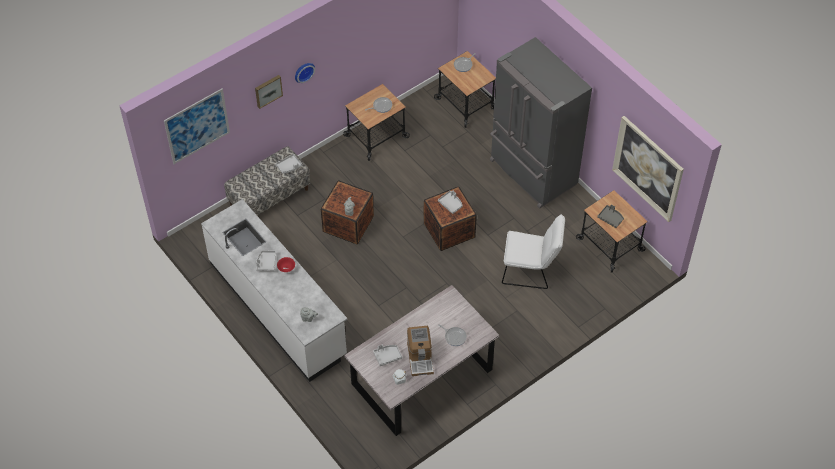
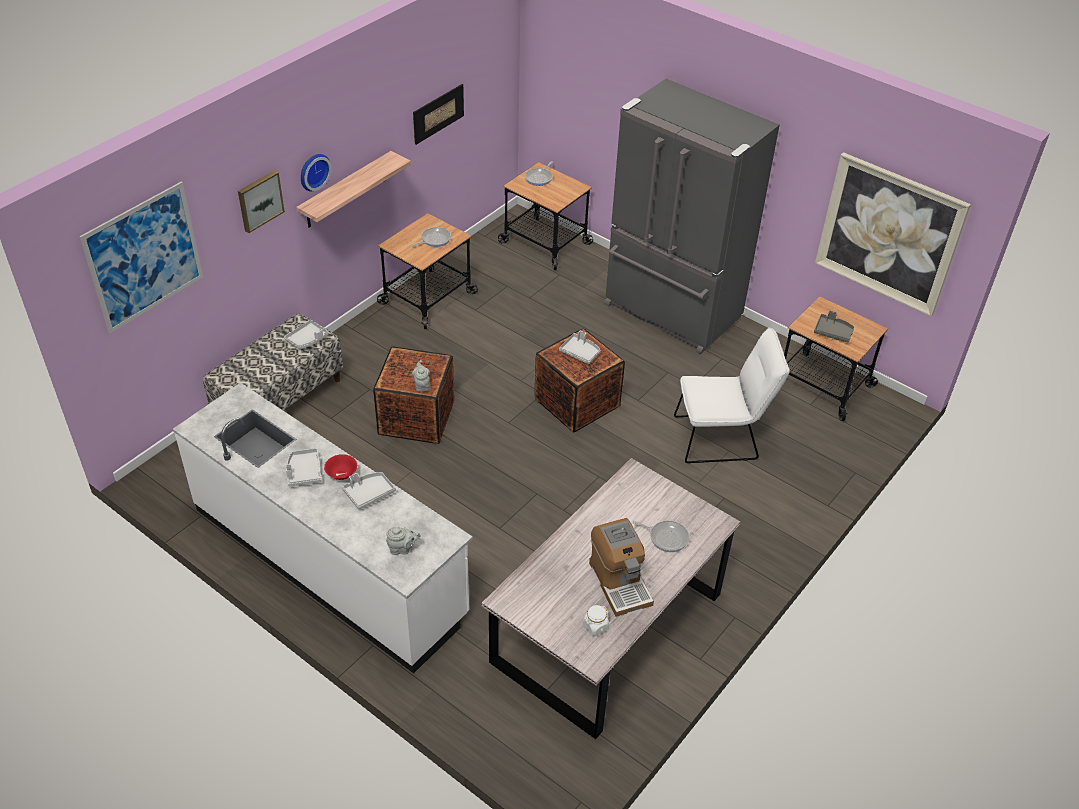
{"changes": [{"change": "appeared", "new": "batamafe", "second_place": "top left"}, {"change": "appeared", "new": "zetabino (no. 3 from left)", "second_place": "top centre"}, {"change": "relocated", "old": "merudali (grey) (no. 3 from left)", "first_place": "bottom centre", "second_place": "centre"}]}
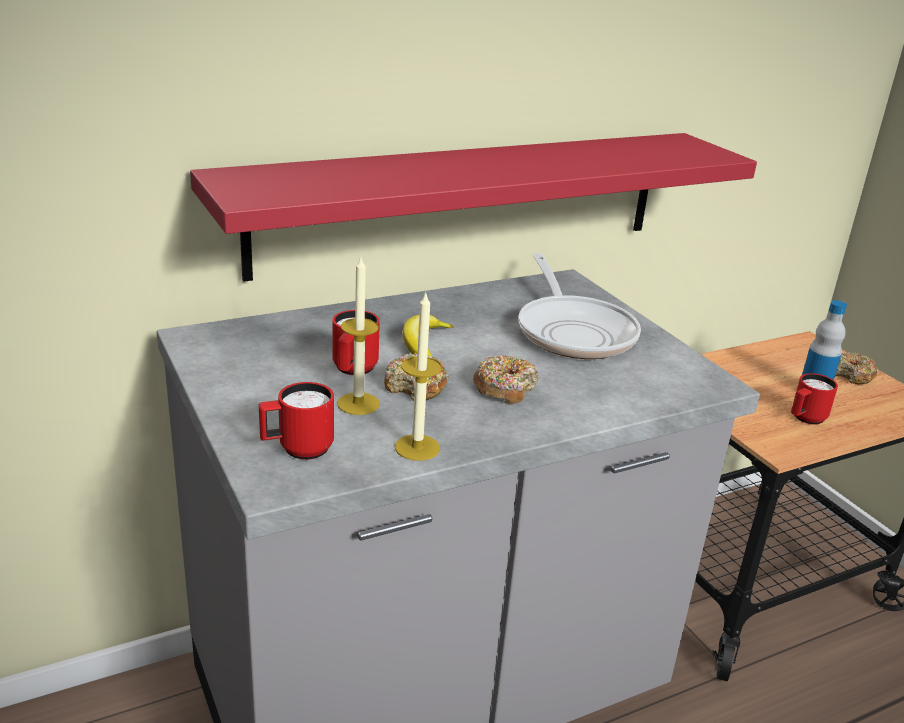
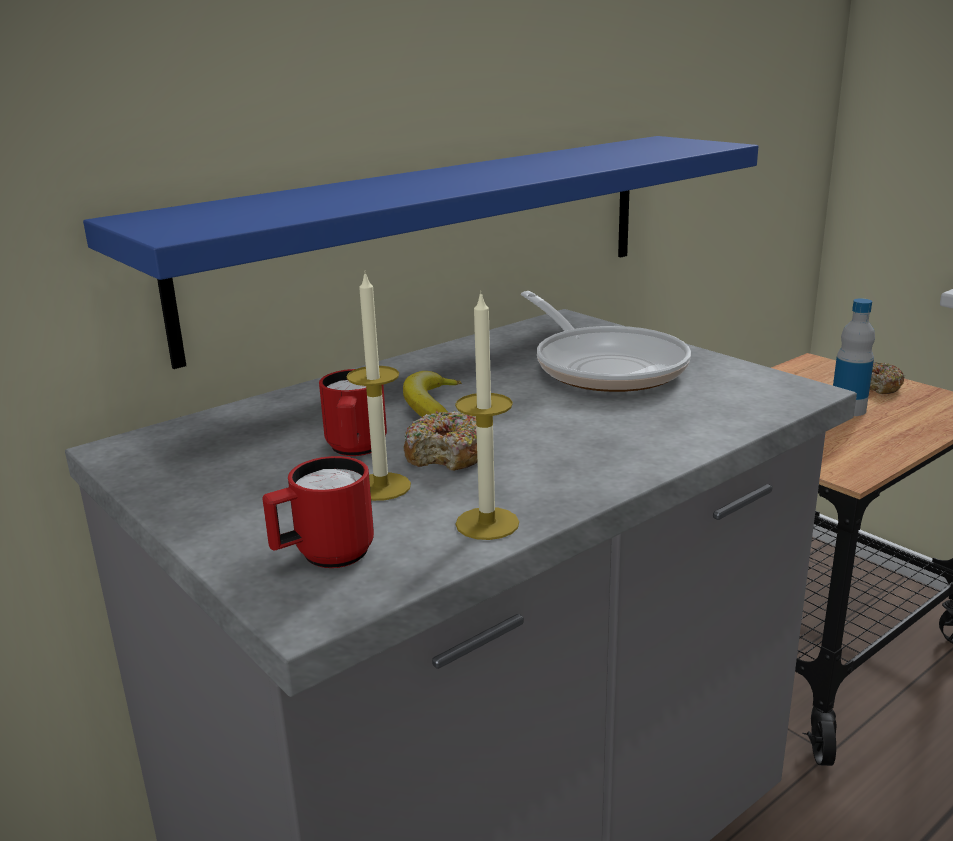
{"changes": [{"change": "missing", "old": "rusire (no. 2 from left)", "first_place": "centre"}, {"change": "missing", "old": "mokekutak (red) (no. 3 from left)", "first_place": "middle right"}, {"change": "colour", "old": "batamafe (red)", "new": "batamafe (blue)", "first_place": "top centre", "second_place": "top centre"}]}
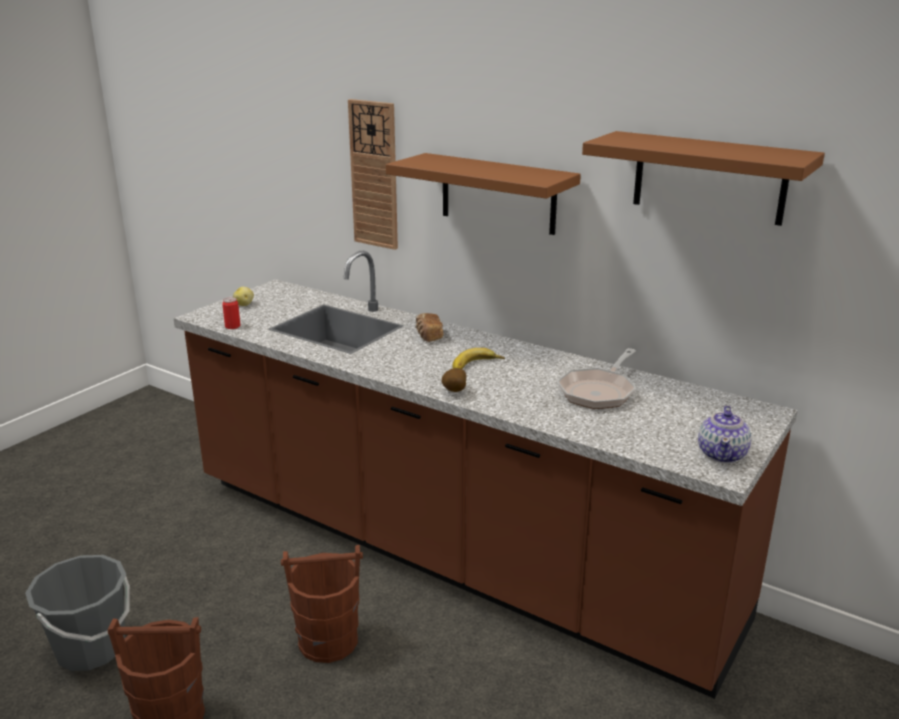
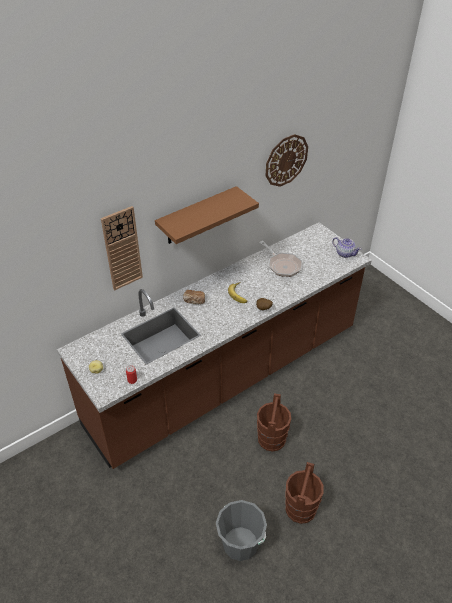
{"changes": [{"change": "exchanged", "old": "batamafe (brown) (no. 2 from left)", "new": "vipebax (no. 2 from left)", "first_place": "top right", "second_place": "top centre"}]}
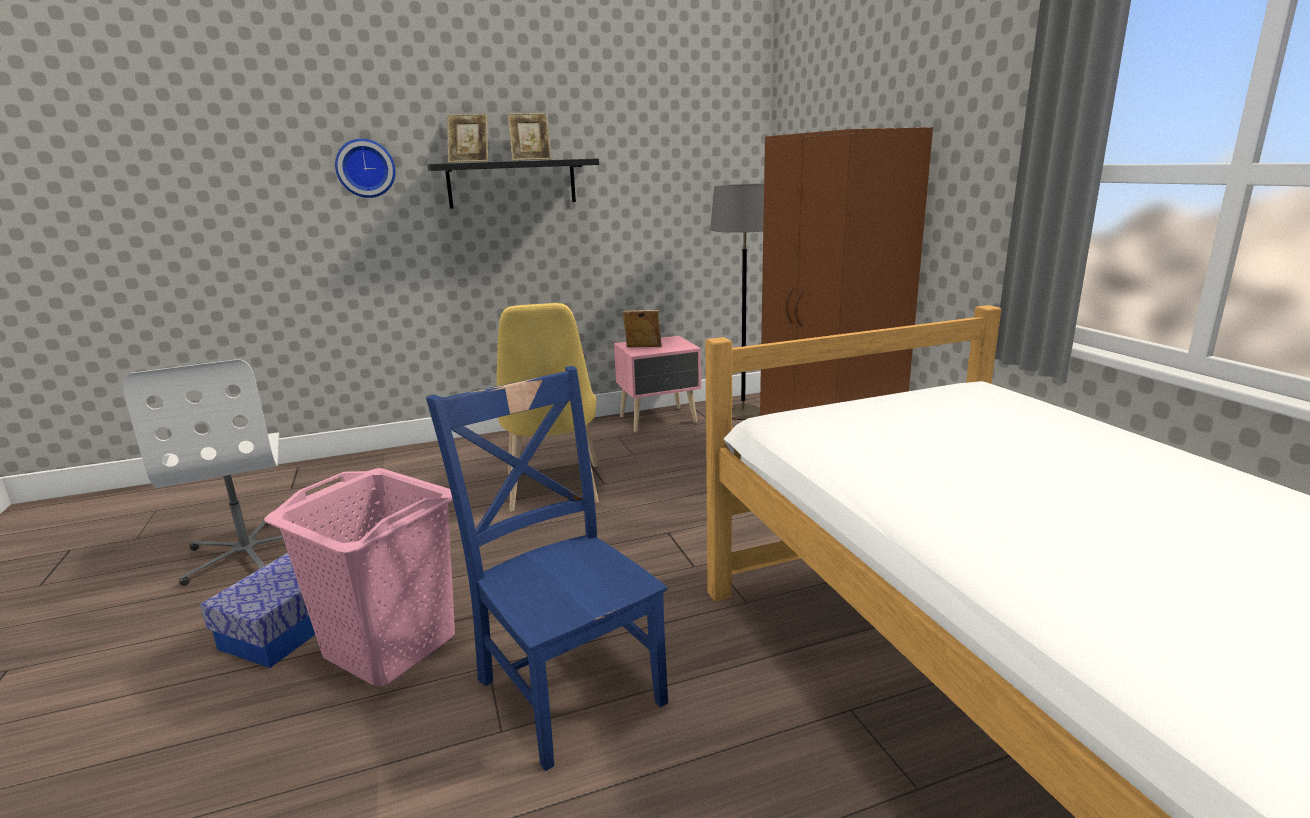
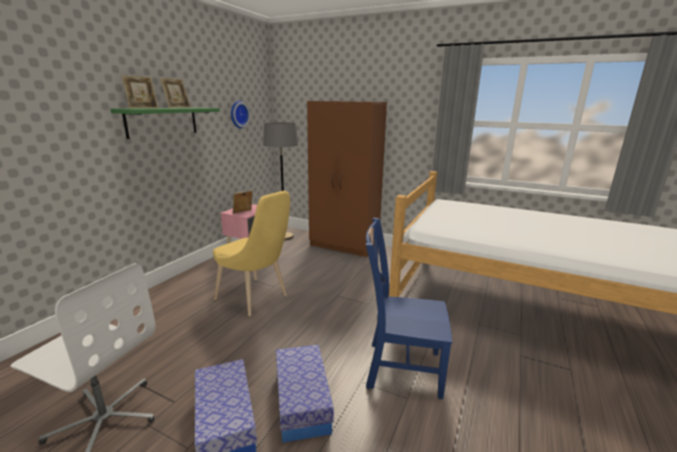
{"changes": [{"change": "relocated", "old": "vipebax", "first_place": "top left", "second_place": "top centre"}, {"change": "exchanged", "old": "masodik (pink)", "new": "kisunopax (no. 2 from left)", "first_place": "bottom left", "second_place": "bottom centre"}, {"change": "colour", "old": "batamafe (black)", "new": "batamafe (green)", "first_place": "top centre", "second_place": "top left"}]}
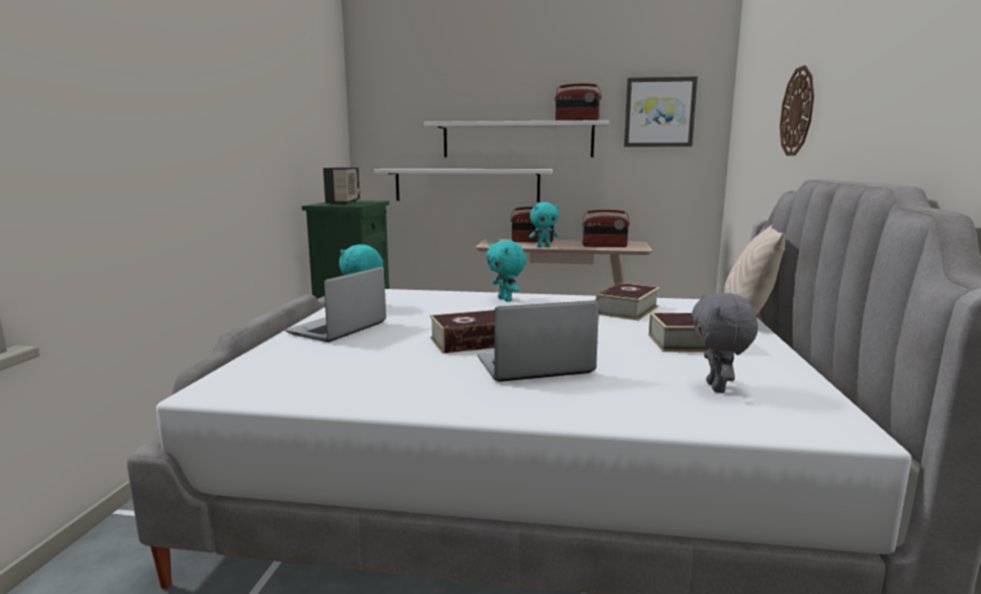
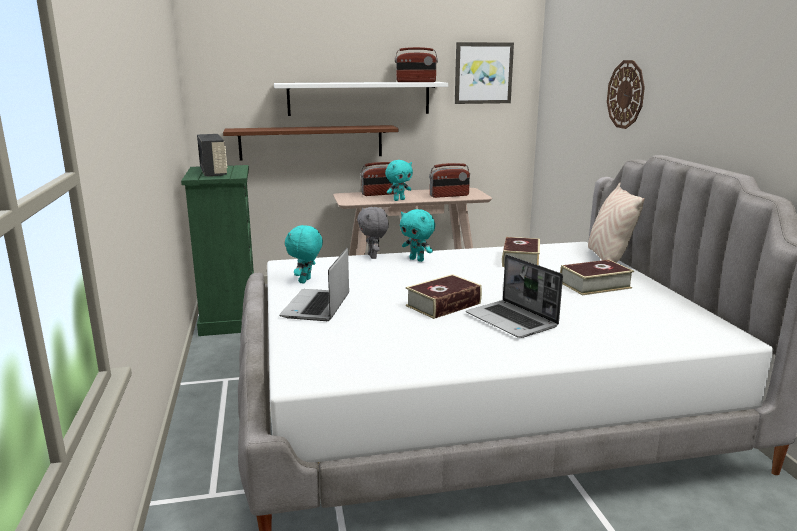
{"changes": [{"change": "relocated", "old": "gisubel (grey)", "first_place": "middle right", "second_place": "centre"}, {"change": "colour", "old": "batamafe (white) (no. 1 from left)", "new": "batamafe (brown)", "first_place": "top centre", "second_place": "top centre"}, {"change": "spun", "old": "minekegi (no. 2 from left)", "first_place": "centre", "second_place": "centre", "degrees": -90}]}
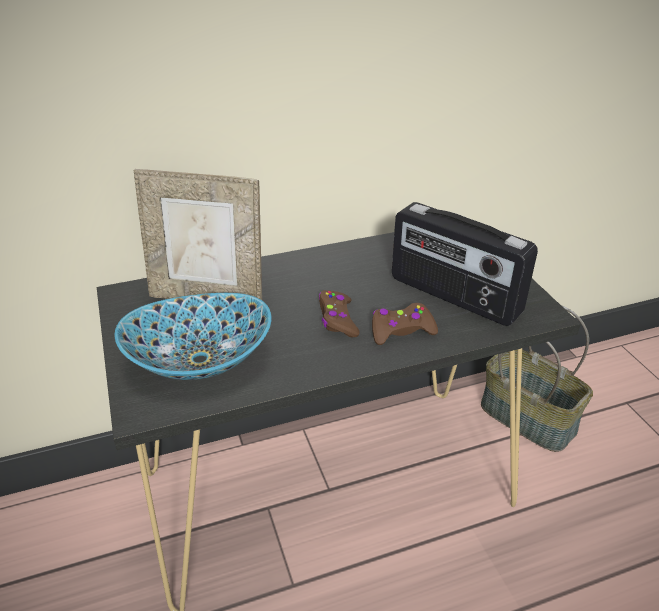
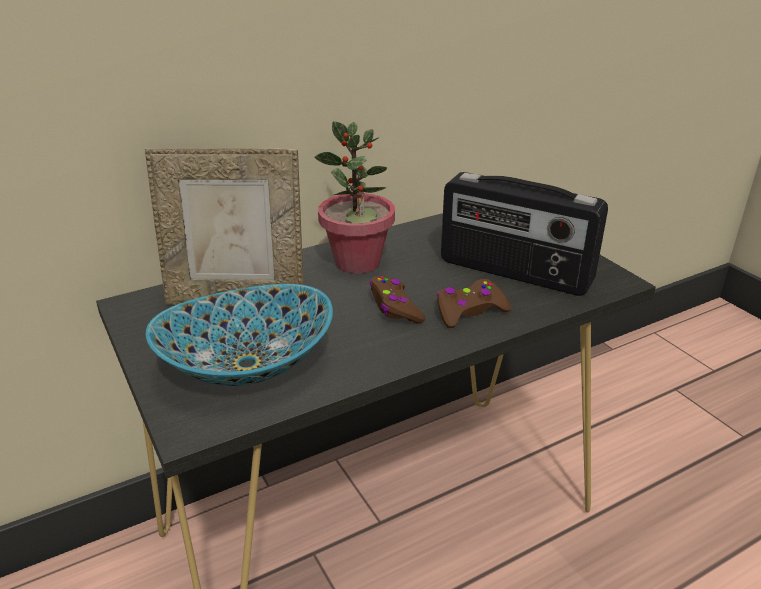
{"changes": [{"change": "missing", "old": "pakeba", "first_place": "middle right"}, {"change": "appeared", "new": "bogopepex", "second_place": "centre"}]}
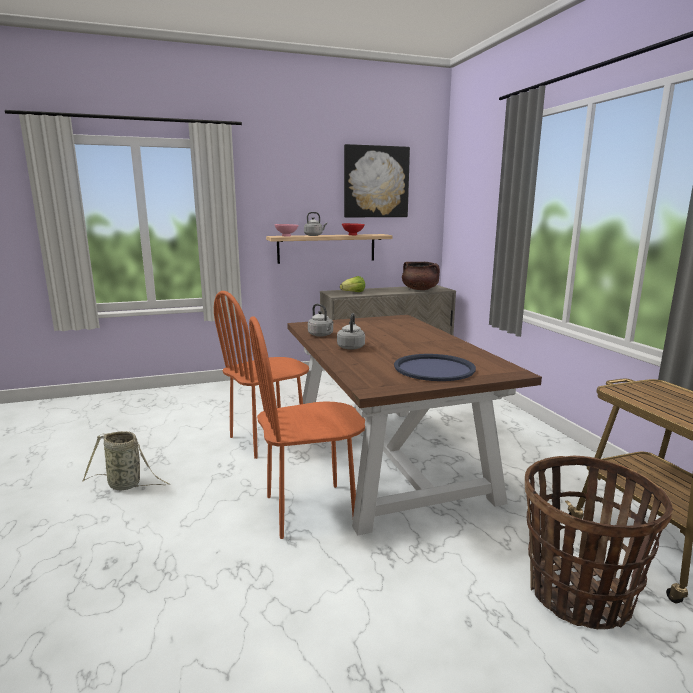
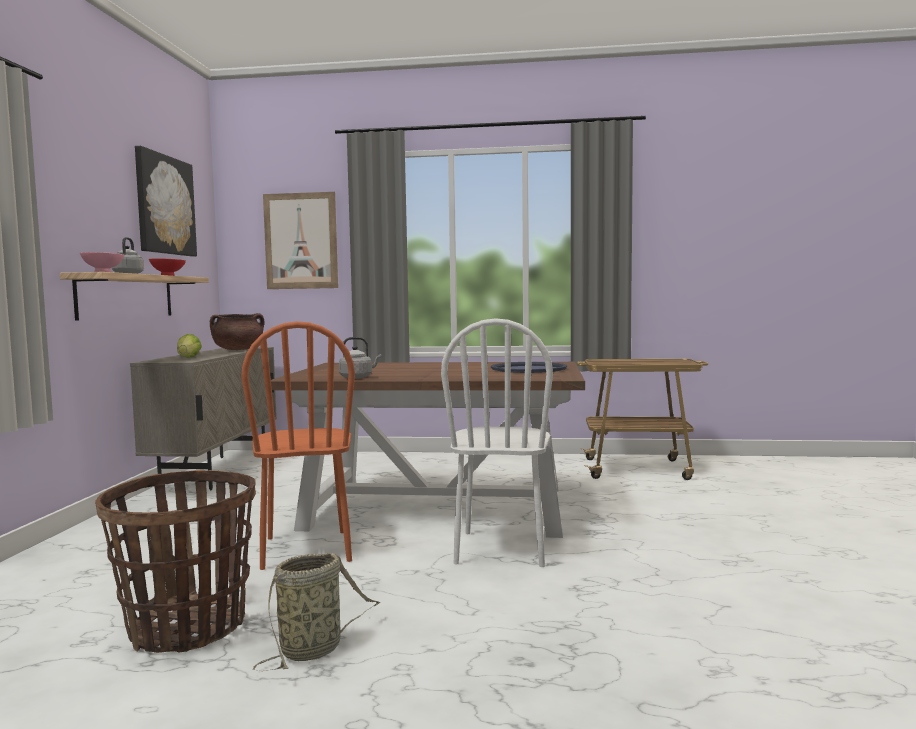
{"changes": [{"change": "missing", "old": "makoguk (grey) (no. 3 from left)", "first_place": "centre"}, {"change": "appeared", "new": "zetabino (no. 2 from left)", "second_place": "top left"}, {"change": "relocated", "old": "pakeba (no. 2 from left in the first image)", "new": "pakeba (no. 1 from left)", "first_place": "bottom right", "second_place": "bottom left"}, {"change": "colour", "old": "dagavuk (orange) (no. 2 from left)", "new": "dagavuk (white)", "first_place": "centre", "second_place": "centre"}]}
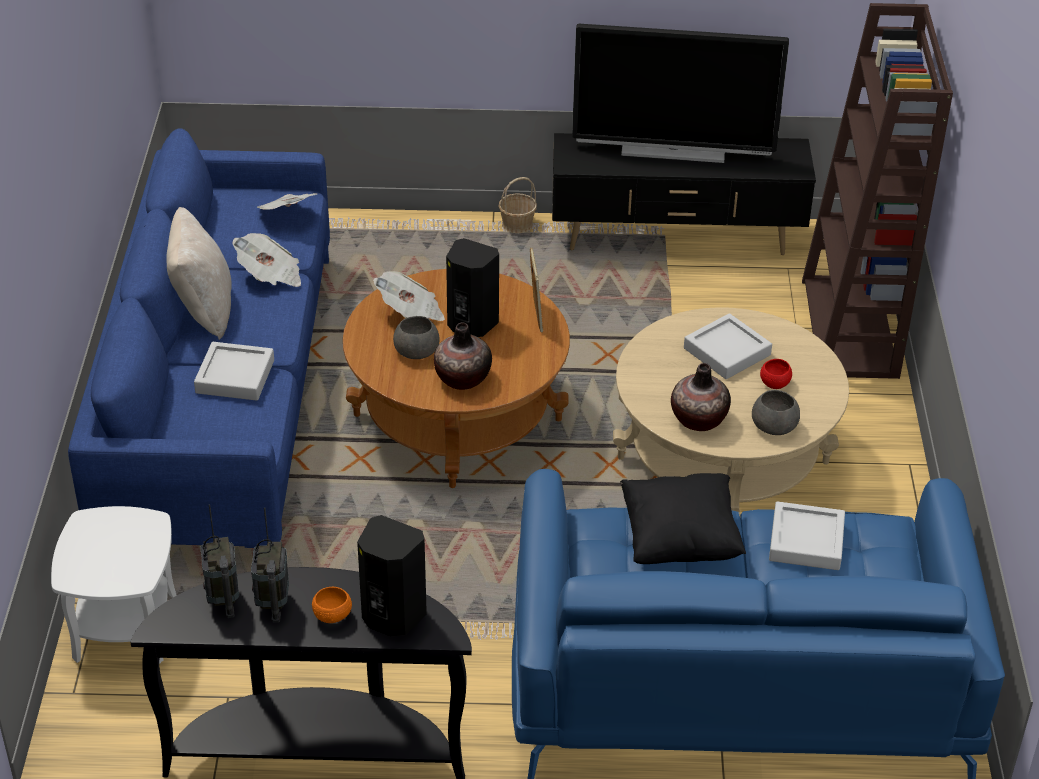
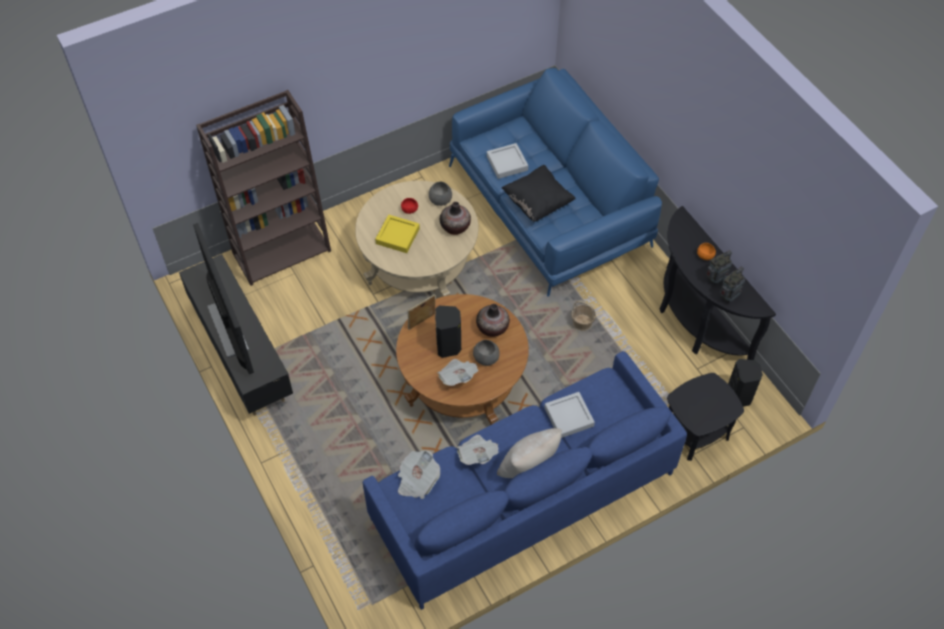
{"changes": [{"change": "relocated", "old": "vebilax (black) (no. 1 from left in the first image)", "new": "vebilax (black) (no. 2 from left)", "first_place": "bottom centre", "second_place": "middle right"}, {"change": "relocated", "old": "pakeba", "first_place": "top centre", "second_place": "centre"}, {"change": "colour", "old": "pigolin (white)", "new": "pigolin (black)", "first_place": "bottom left", "second_place": "middle right"}, {"change": "colour", "old": "merudali (grey) (no. 2 from left)", "new": "merudali (yellow)", "first_place": "middle right", "second_place": "centre"}]}
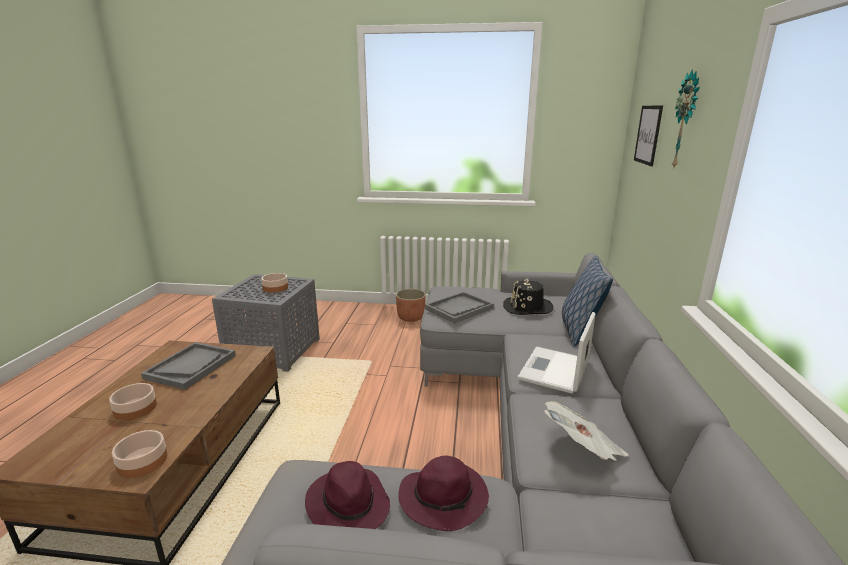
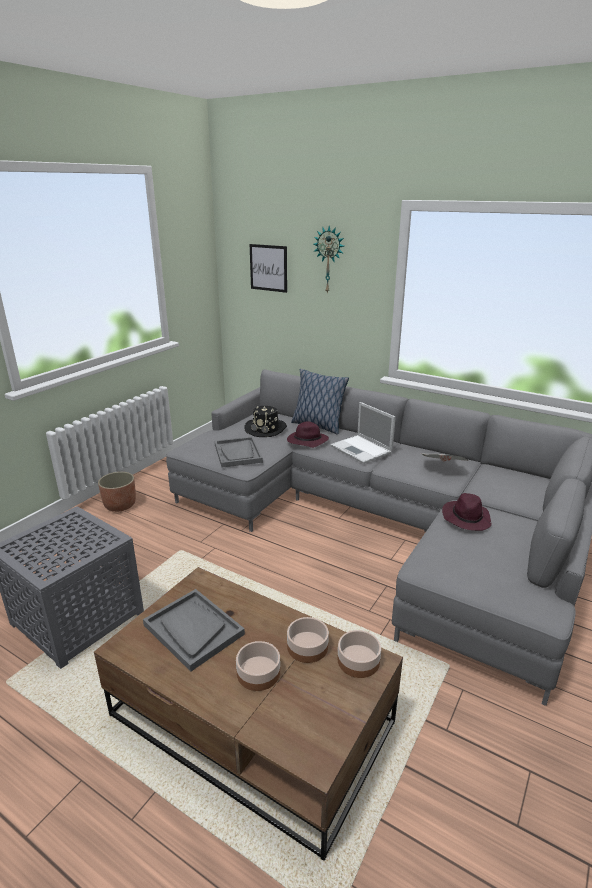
{"changes": [{"change": "relocated", "old": "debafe (no. 3 from left in the first image)", "new": "debafe (no. 2 from left)", "first_place": "middle left", "second_place": "bottom centre"}, {"change": "relocated", "old": "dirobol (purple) (no. 1 from left)", "first_place": "bottom centre", "second_place": "centre"}]}
